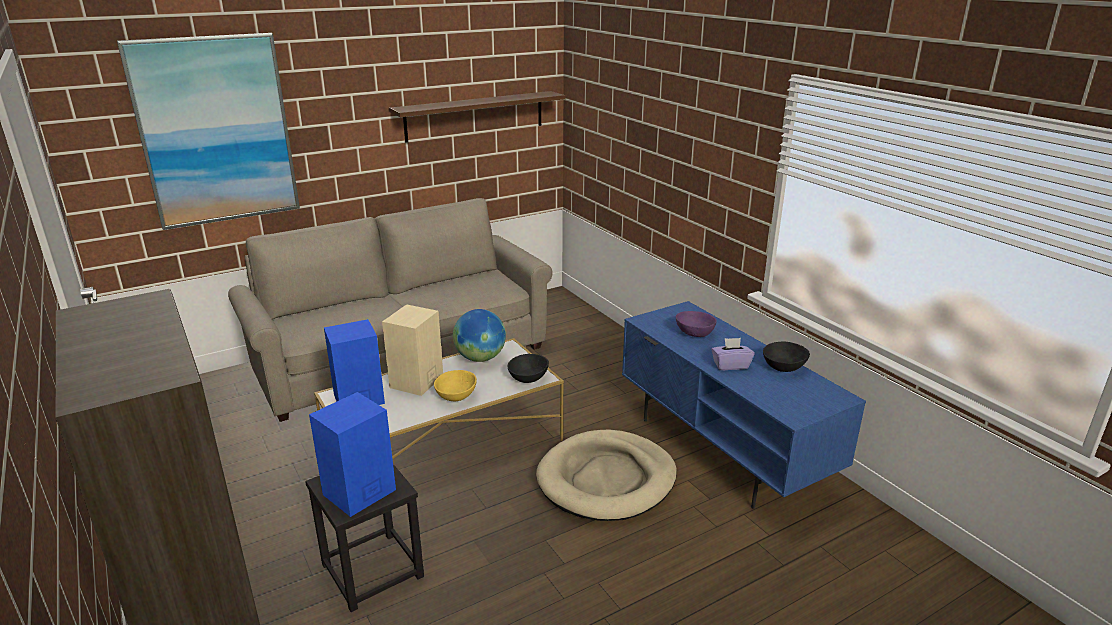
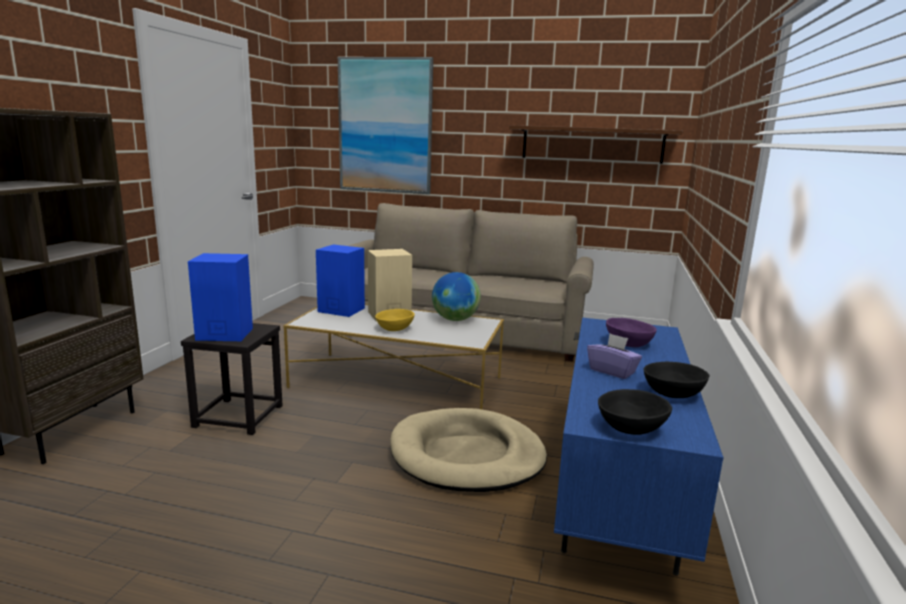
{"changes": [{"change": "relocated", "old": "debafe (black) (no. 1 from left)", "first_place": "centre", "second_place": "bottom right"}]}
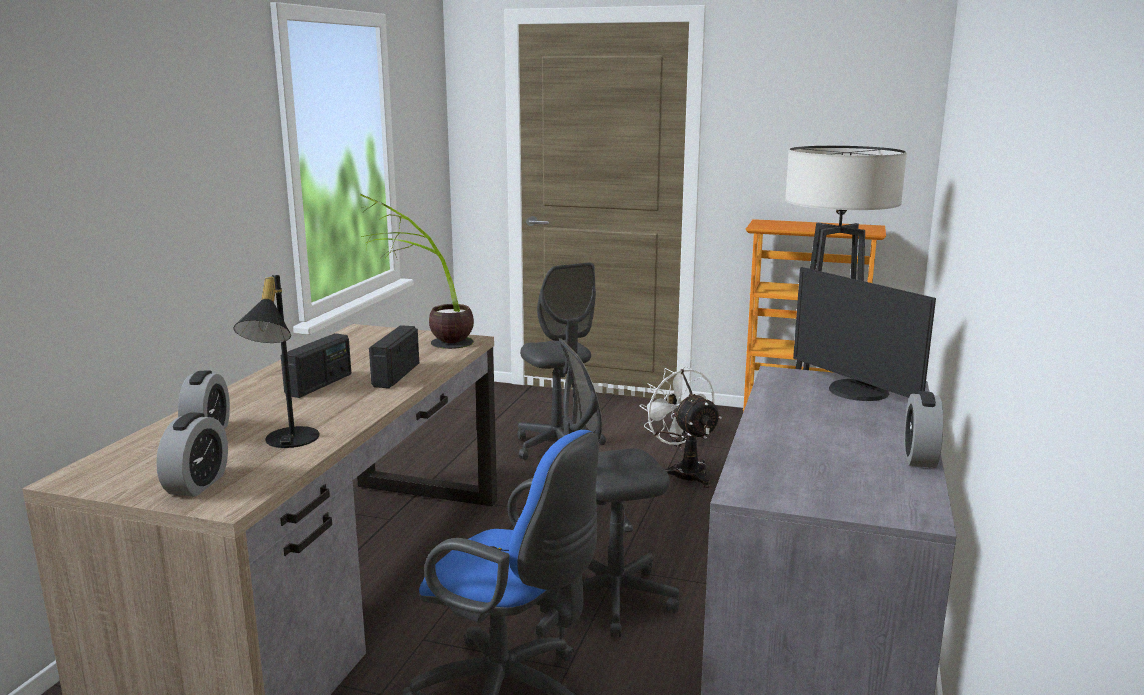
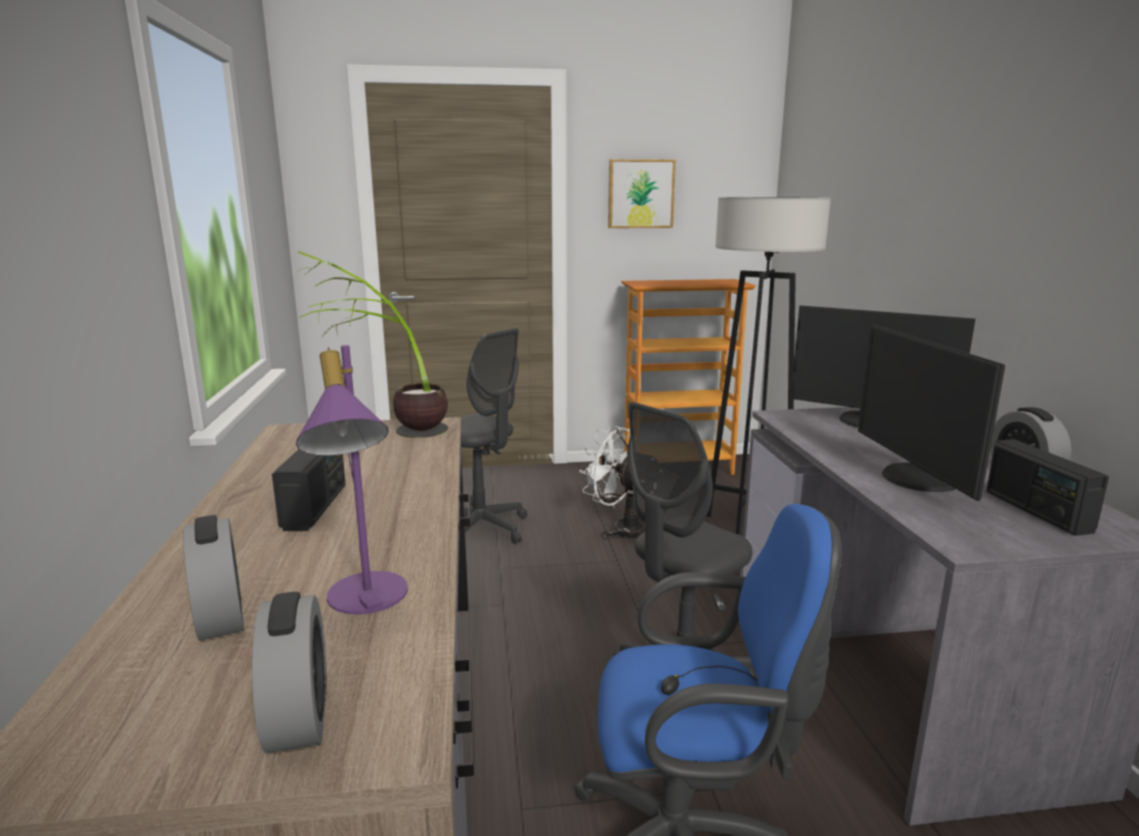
{"changes": [{"change": "appeared", "new": "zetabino", "second_place": "top centre"}, {"change": "appeared", "new": "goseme (no. 2 from left)", "second_place": "middle right"}, {"change": "relocated", "old": "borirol (no. 2 from left)", "first_place": "centre", "second_place": "middle right"}, {"change": "colour", "old": "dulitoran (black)", "new": "dulitoran (purple)", "first_place": "middle left", "second_place": "middle left"}]}
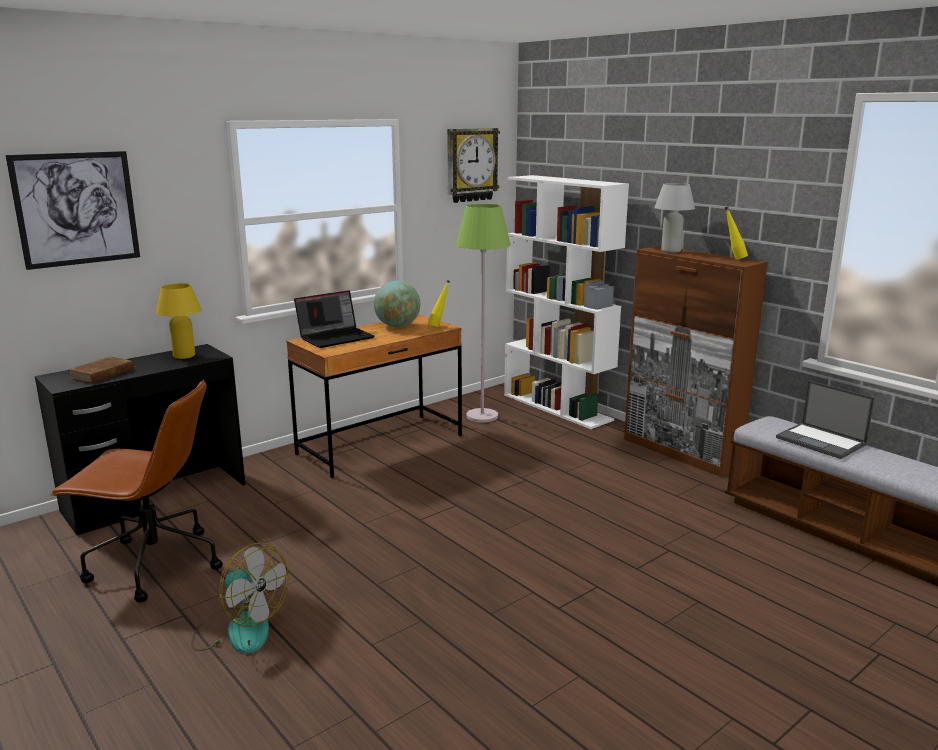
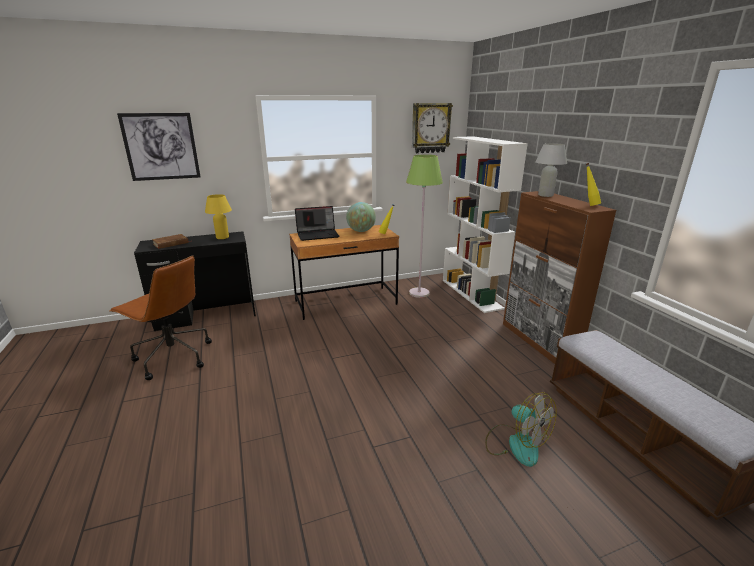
{"changes": [{"change": "missing", "old": "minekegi (no. 2 from left)", "first_place": "middle right"}, {"change": "relocated", "old": "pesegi", "first_place": "bottom left", "second_place": "bottom right"}]}
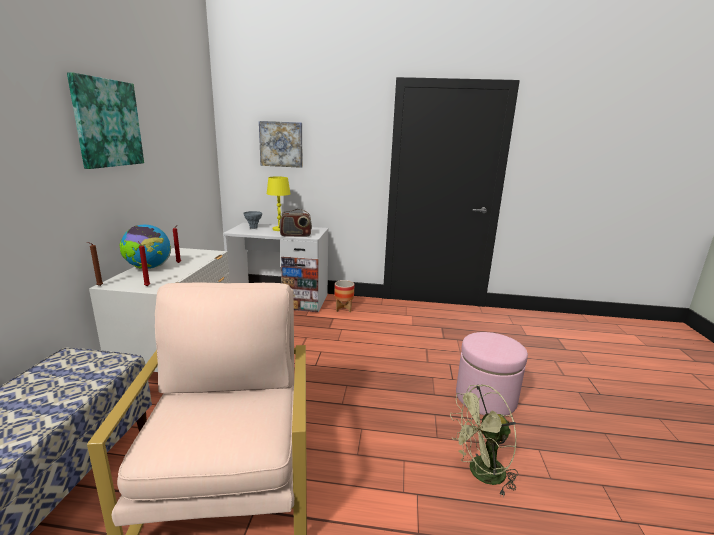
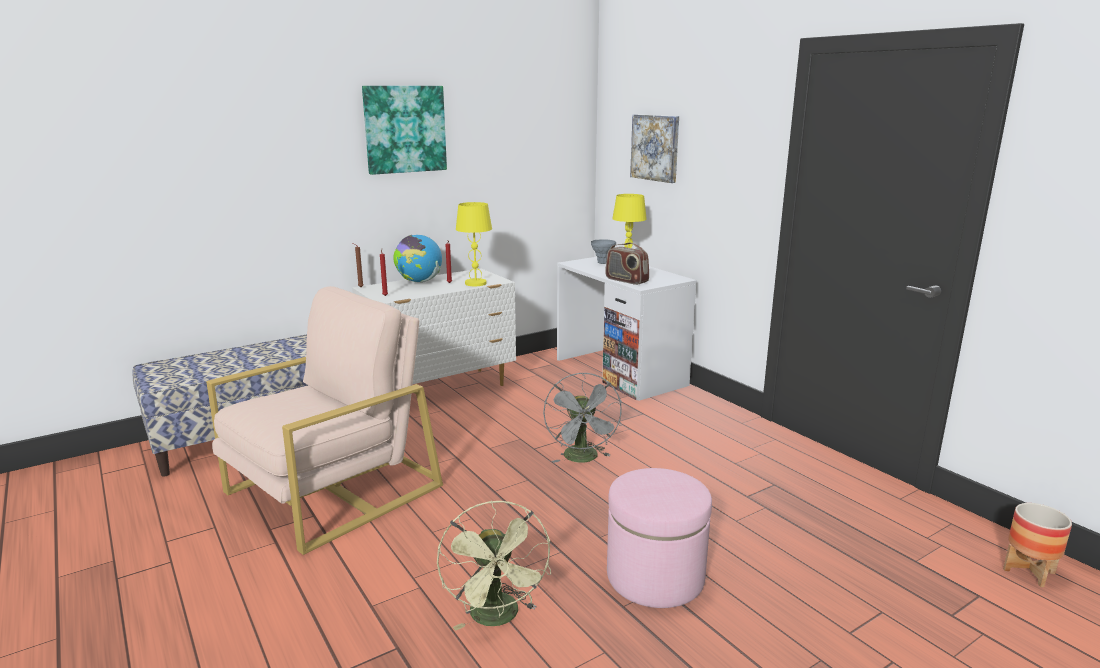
{"changes": [{"change": "appeared", "new": "dulitoran (yellow) (no. 1 from left)", "second_place": "centre"}, {"change": "appeared", "new": "pesegi (grey)", "second_place": "centre"}, {"change": "relocated", "old": "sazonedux", "first_place": "centre", "second_place": "bottom right"}, {"change": "spun", "old": "pesegi (green)", "first_place": "bottom right", "second_place": "bottom centre", "degrees": -135}]}
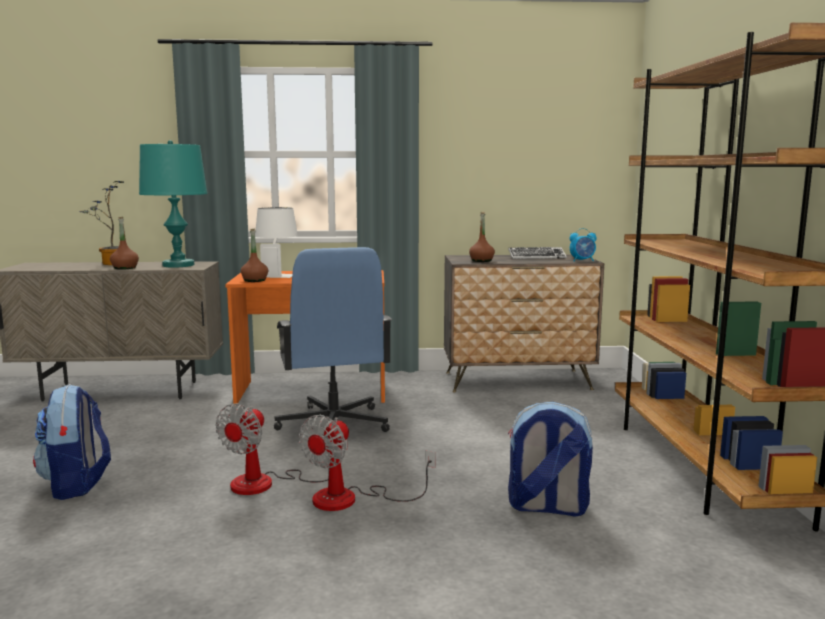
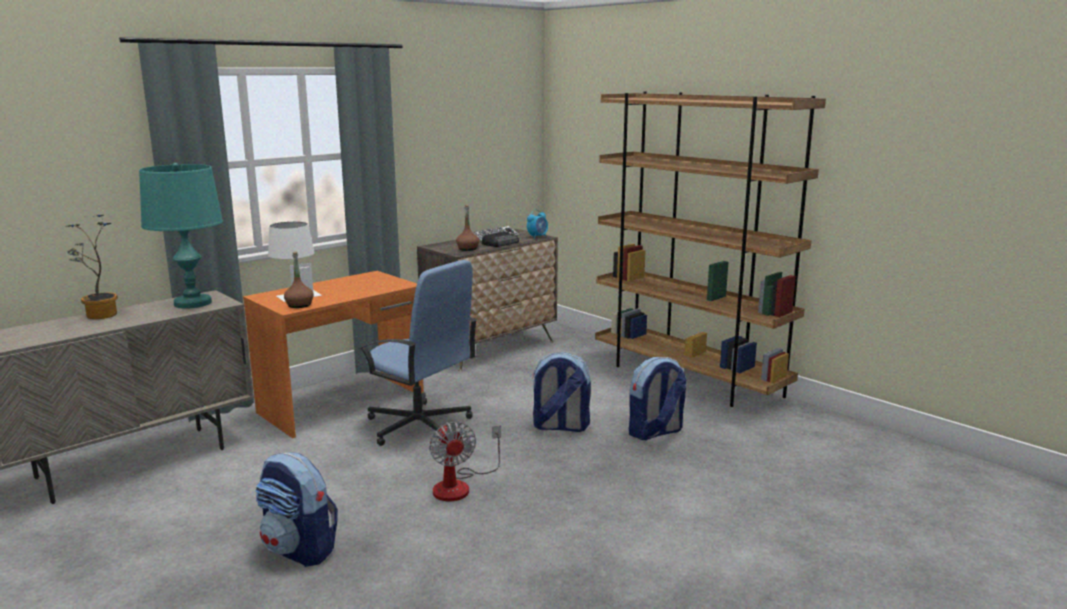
{"changes": [{"change": "missing", "old": "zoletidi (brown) (no. 1 from left)", "first_place": "middle left"}, {"change": "missing", "old": "pesegi (no. 2 from left)", "first_place": "bottom centre"}, {"change": "appeared", "new": "borirol", "second_place": "centre"}, {"change": "appeared", "new": "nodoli (no. 2 from left)", "second_place": "centre"}]}
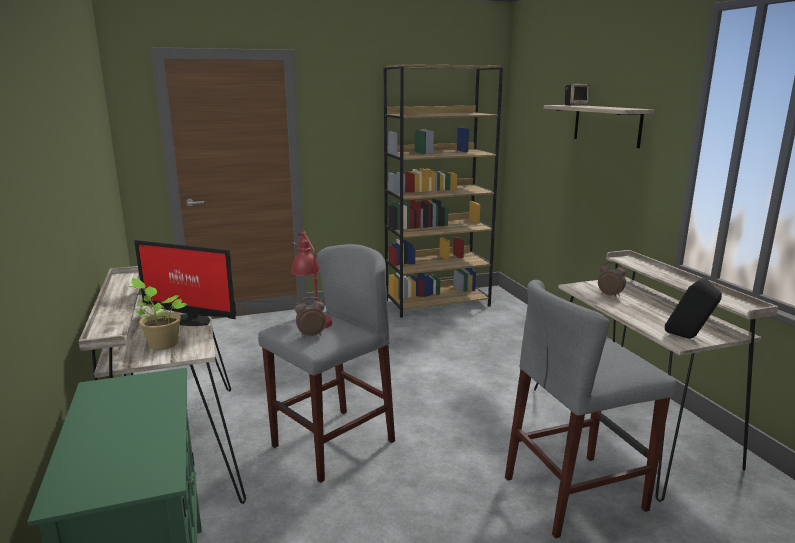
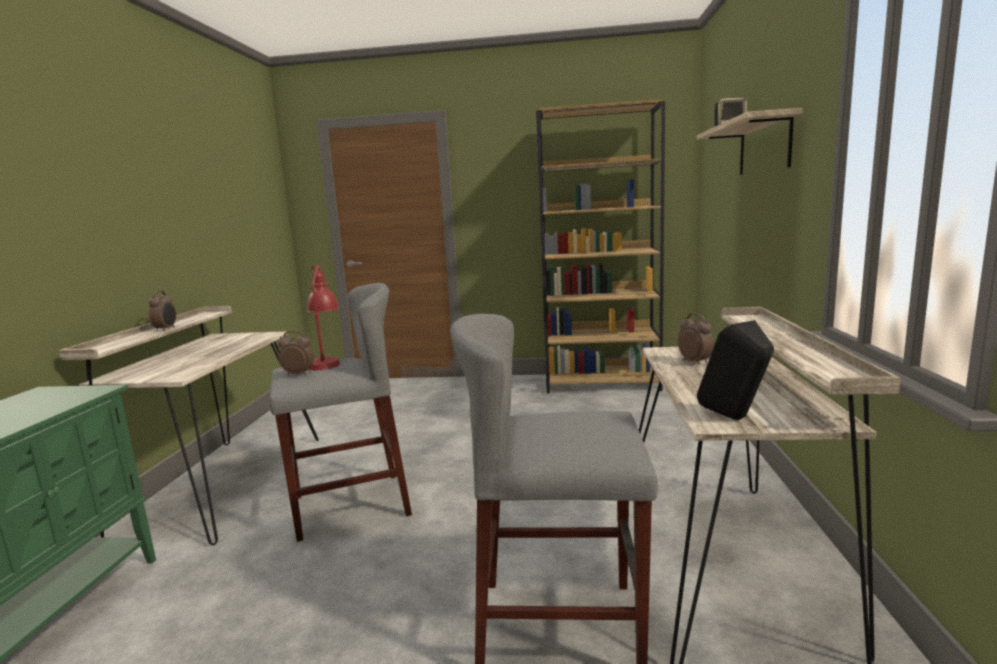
{"changes": [{"change": "missing", "old": "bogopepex", "first_place": "middle left"}, {"change": "missing", "old": "goseme", "first_place": "middle left"}, {"change": "appeared", "new": "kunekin (no. 1 from left)", "second_place": "middle left"}]}
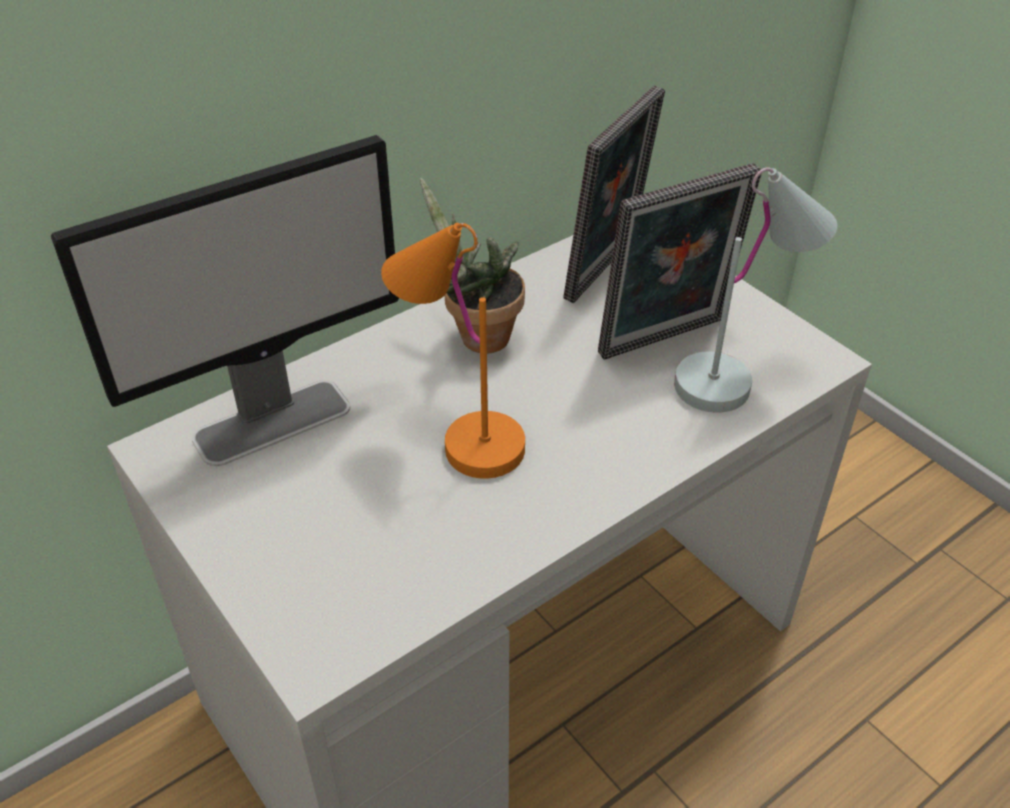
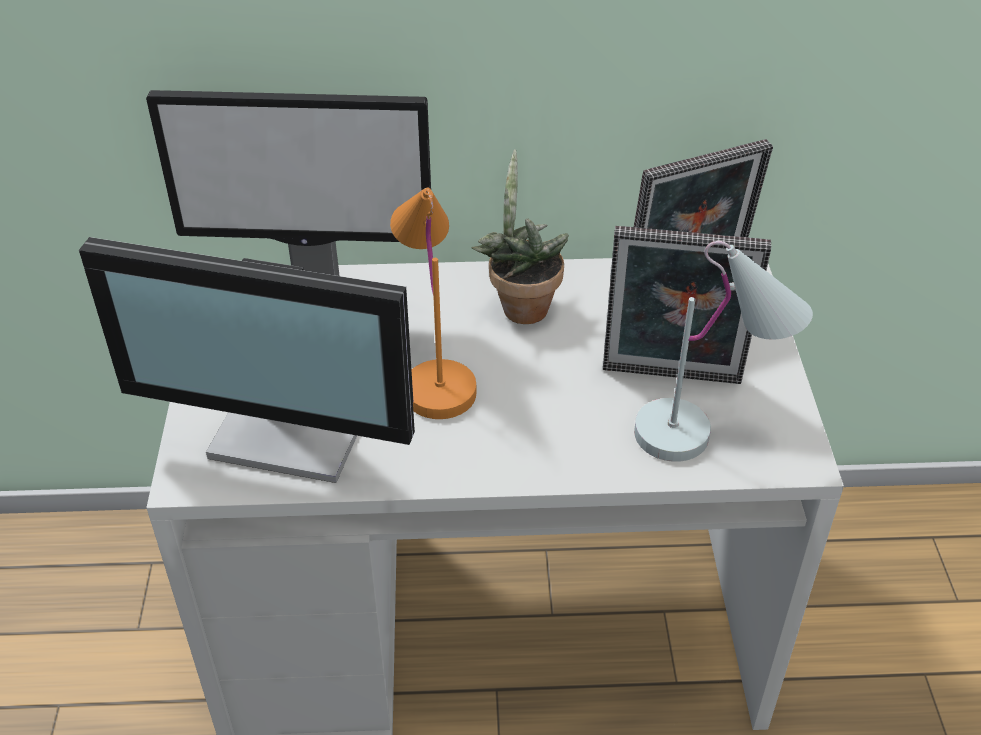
{"changes": [{"change": "appeared", "new": "goseme (no. 1 from left)", "second_place": "middle left"}]}
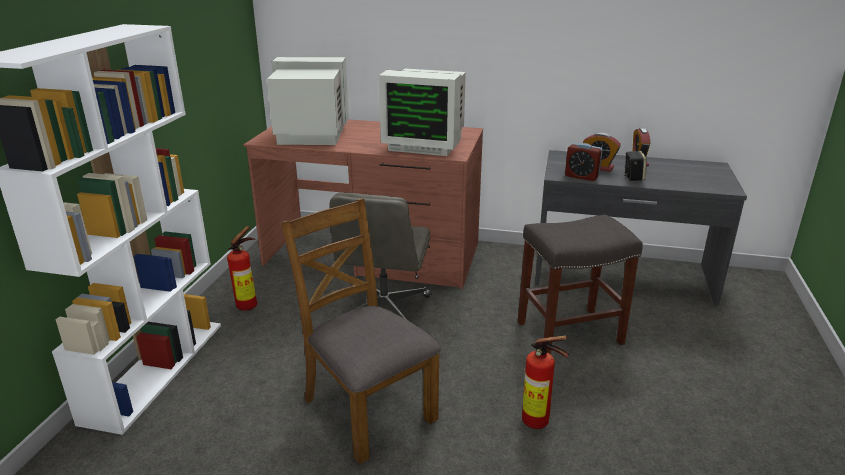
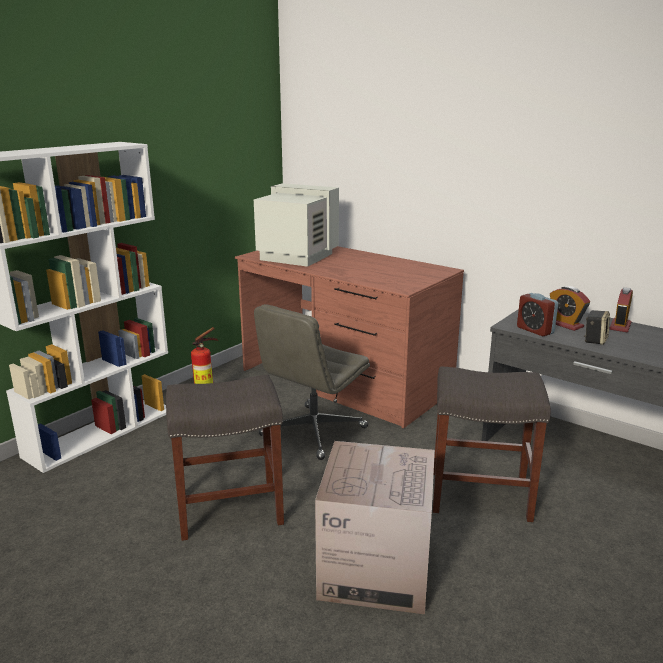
{"changes": [{"change": "missing", "old": "goseme (no. 2 from left)", "first_place": "top centre"}, {"change": "exchanged", "old": "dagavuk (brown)", "new": "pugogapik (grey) (no. 1 from left)", "first_place": "bottom centre", "second_place": "bottom centre"}, {"change": "exchanged", "old": "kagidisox (no. 2 from left)", "new": "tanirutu", "first_place": "bottom centre", "second_place": "bottom centre"}]}
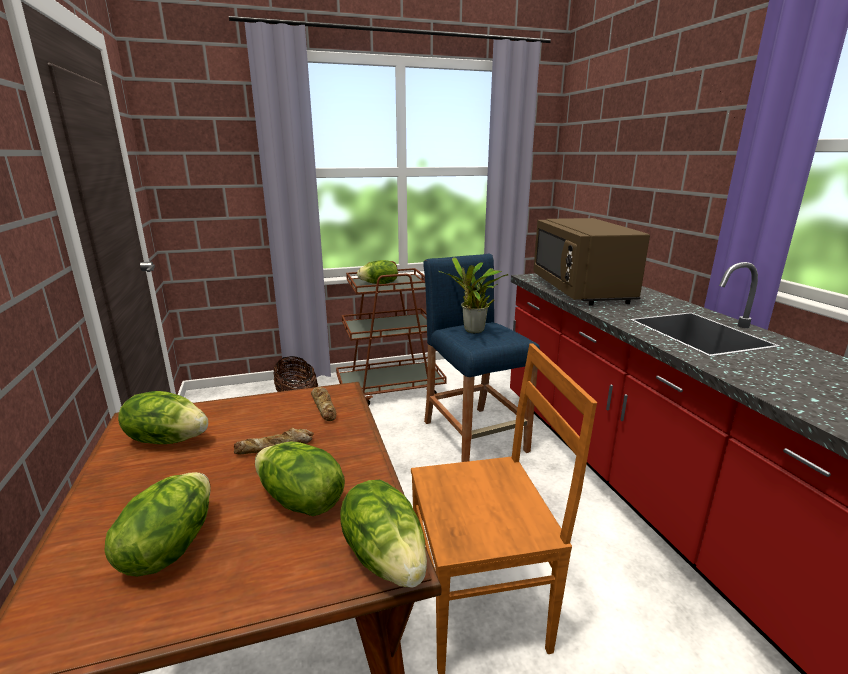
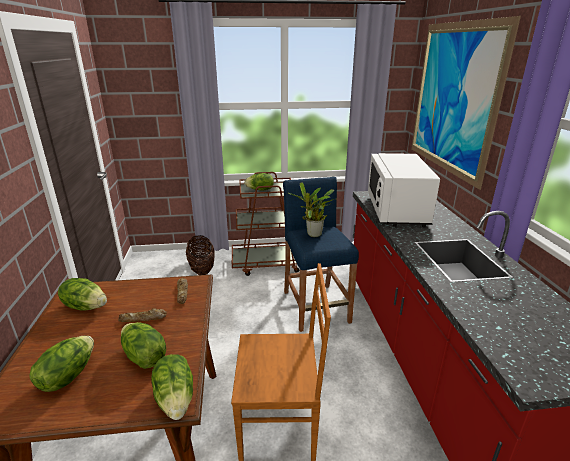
{"changes": [{"change": "appeared", "new": "zetabino", "second_place": "top right"}, {"change": "colour", "old": "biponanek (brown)", "new": "biponanek (white)", "first_place": "middle right", "second_place": "middle right"}]}
